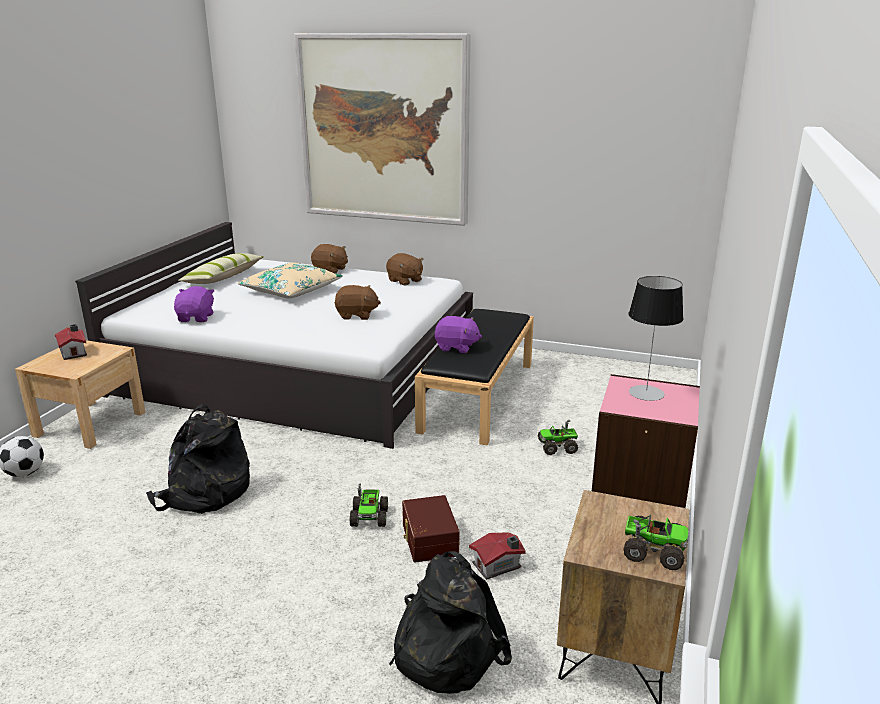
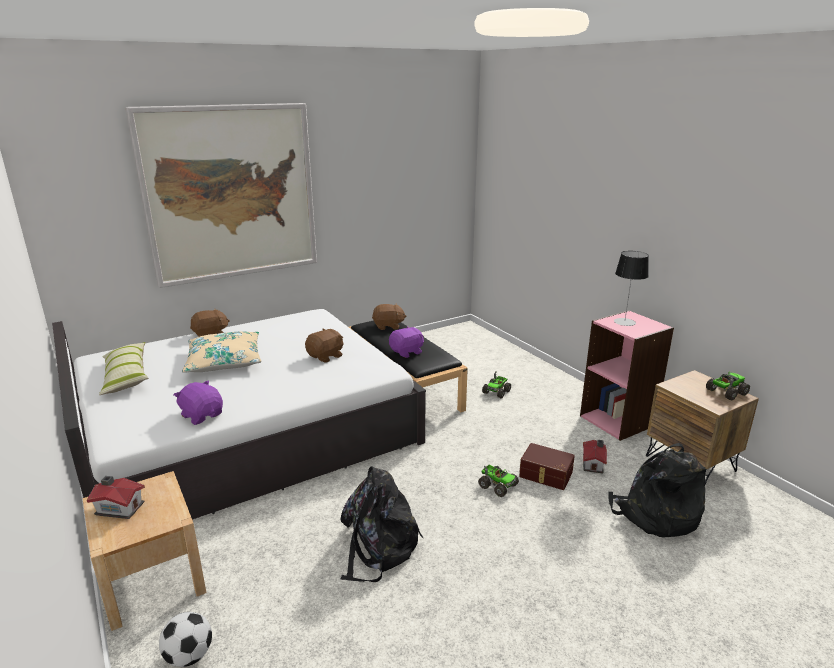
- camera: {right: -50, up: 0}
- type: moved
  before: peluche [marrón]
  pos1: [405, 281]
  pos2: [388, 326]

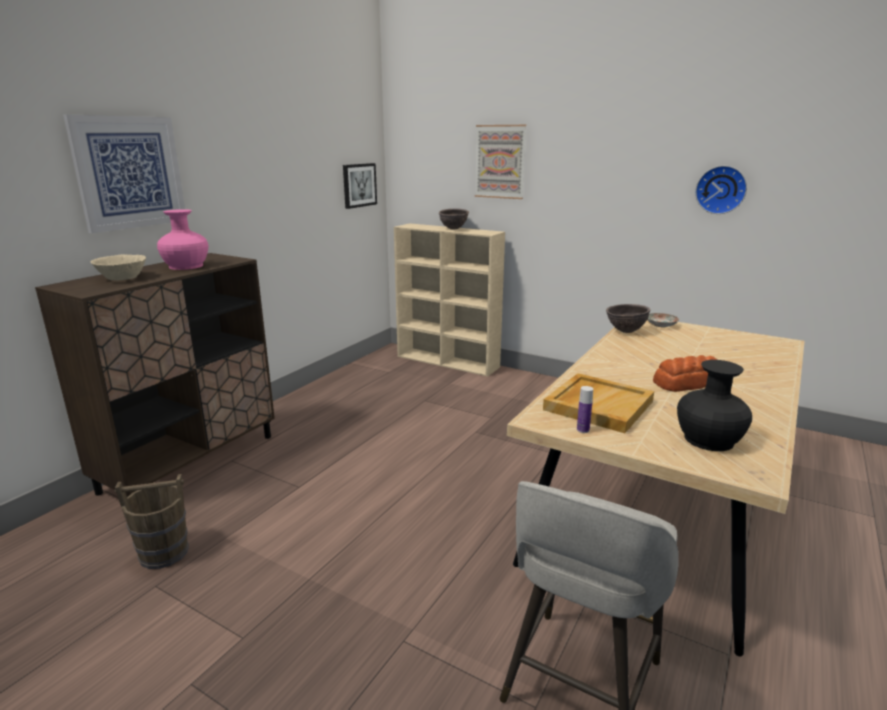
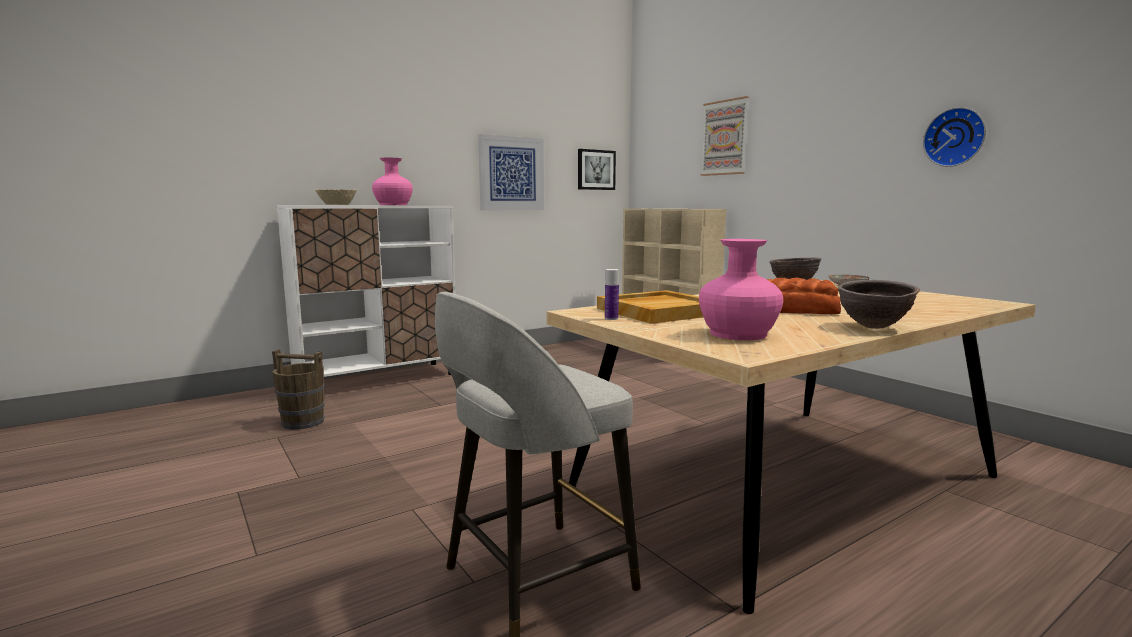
- camera: {right: 25, up: -10}
- type: moved
  before: cuadro
  pos1: [129, 172]
  pos2: [511, 173]
- type: moved
  before: cuenco [marrón]
  pos1: [453, 229]
  pos2: [873, 327]
- type: recoloured
  before: armario [marrón]
  after: armario [blanco]
  pos1: [191, 462]
  pos2: [378, 379]
- type: recoloured
  before: florero [negro]
  after: florero [rosa]
  pos1: [708, 439]
  pos2: [738, 334]

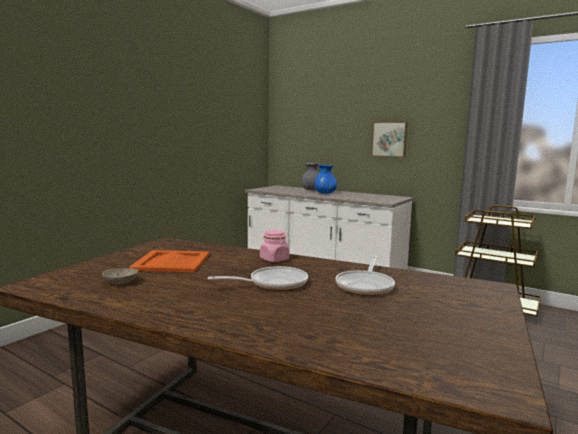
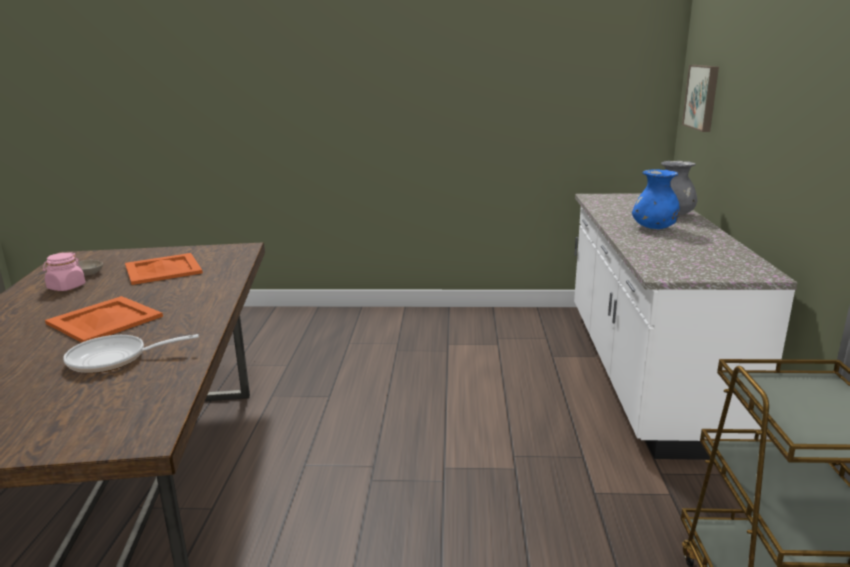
- camera: {right: 60, up: 10}
- type: moved
  before: cuadro
  pos1: [389, 139]
  pos2: [703, 97]
- type: moved
  before: tarro [rosa]
  pos1: [274, 259]
  pos2: [66, 287]
- type: replaced
  before: sartén
  after: bandeja [naranja]
  pos1: [273, 283]
  pos2: [105, 319]

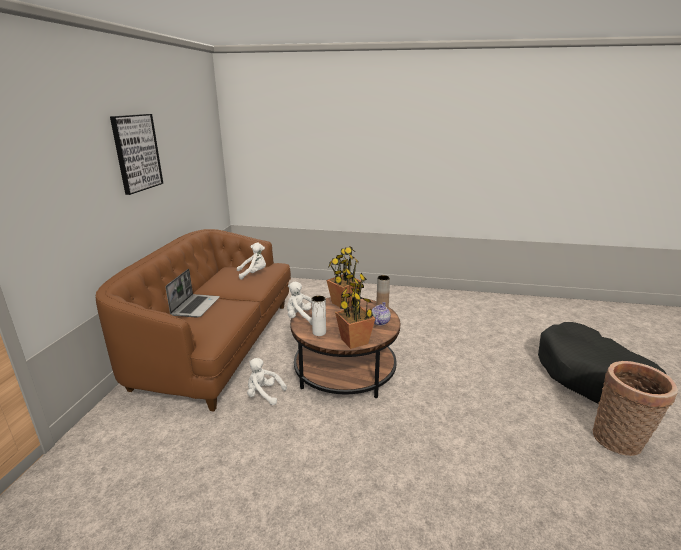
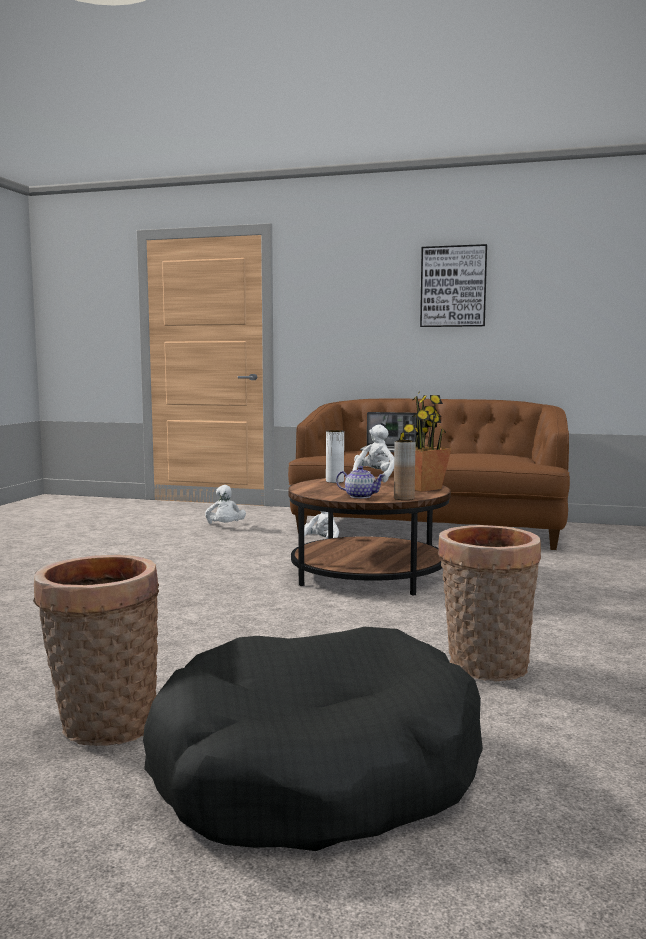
- camera: {right: 95, up: -15}
- type: moved
  before: peluche [blanco]
  pos1: [253, 273]
  pos2: [225, 527]
- type: removed
  before: planta en maceta
  pos1: [354, 341]
- type: added
  after: cesta
  pos2: [485, 669]

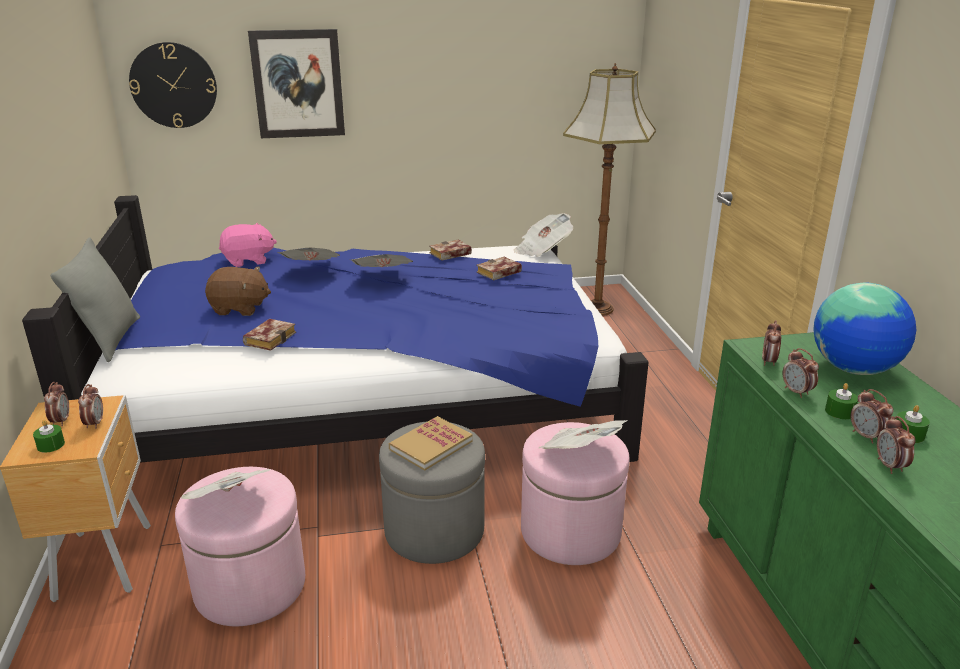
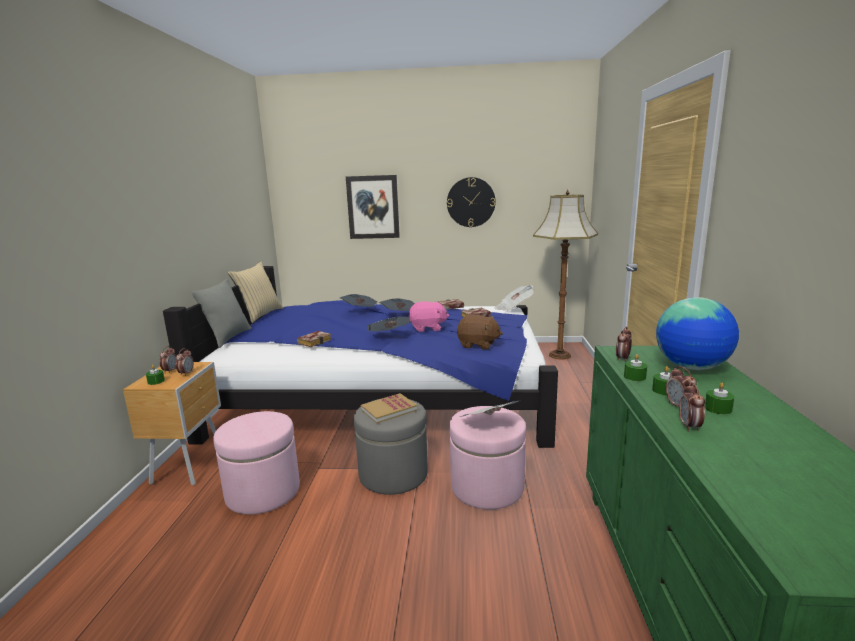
- camera: {right: 15, up: -10}
- type: moved
  before: reloj de pared
  pos1: [173, 85]
  pos2: [471, 202]
- type: moved
  before: peluche [rosa]
  pos1: [248, 260]
  pos2: [428, 328]
- type: moved
  before: peluche [marrón]
  pos1: [240, 308]
  pos2: [478, 345]
- type: replaced
  before: despertador
  after: vela [verde]
  pos1: [796, 392]
  pos2: [634, 377]
- type: moved
  before: periódico
  pos1: [229, 502]
  pos2: [389, 336]
- type: added
  after: cojín [beis]
  pos2: [260, 315]

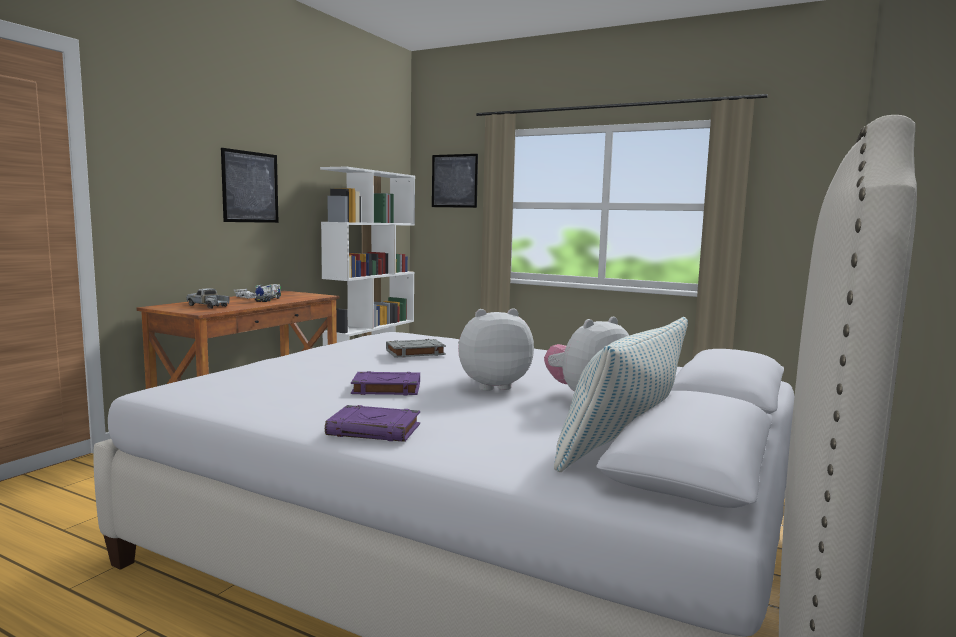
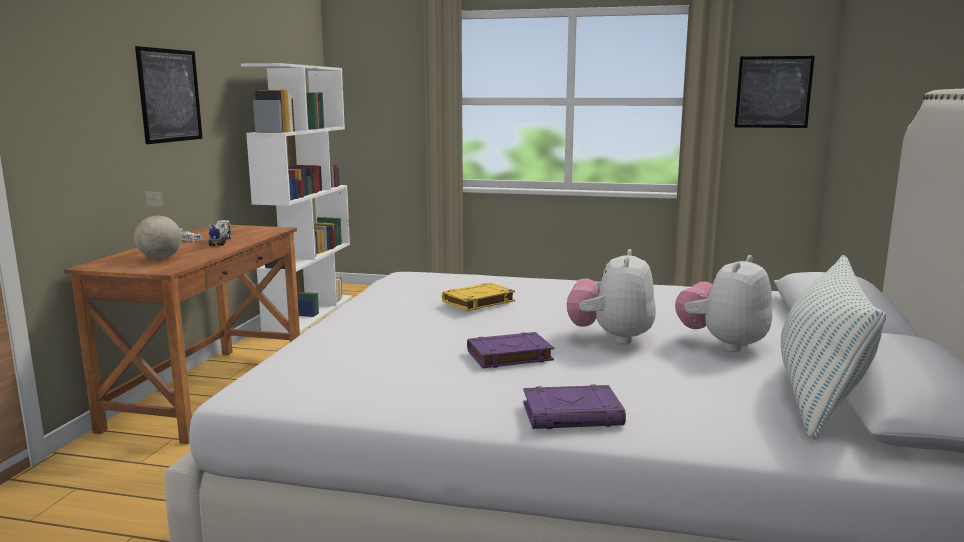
- camera: {right: -15, up: 5}
- type: moved
  before: cuadro
  pos1: [454, 181]
  pos2: [773, 92]
- type: replaced
  before: camión de juguete
  after: globo terráqueo
  pos1: [209, 306]
  pos2: [160, 258]
- type: turned
  before: peluche
  pos1: [492, 386]
  pos2: [611, 338]
  turn: -45
- type: recoloured
  before: libro [gris]
  after: libro [amarillo]
  pos1: [414, 352]
  pos2: [478, 302]

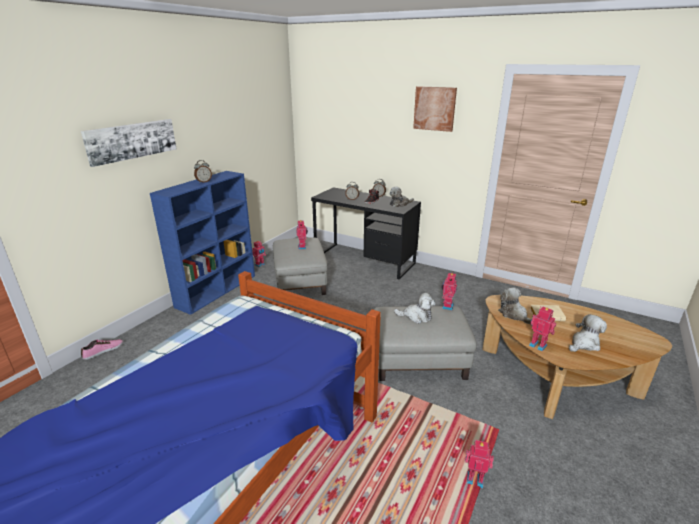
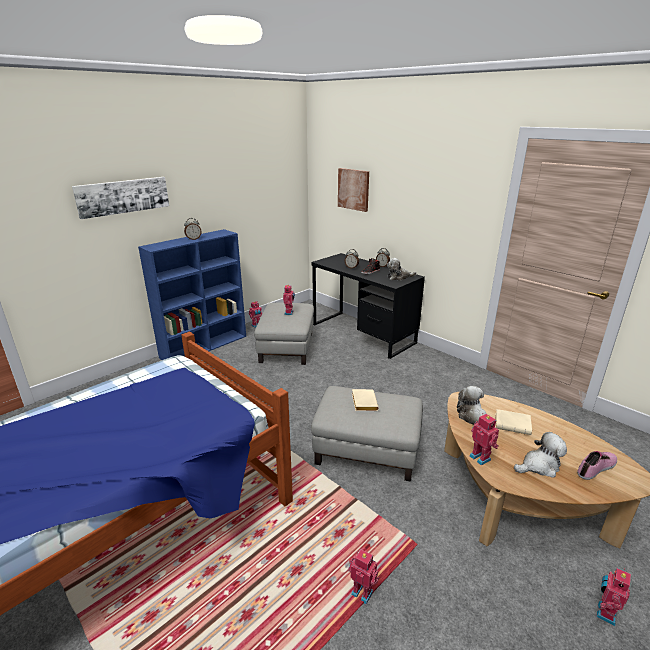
- camera: {right: 15, up: 0}
- type: moved
  before: cuadro
  pos1: [434, 108]
  pos2: [353, 189]
- type: moved
  before: robot de juguete
  pos1: [446, 306]
  pos2: [604, 612]
- type: replaced
  before: peluche
  after: libro [beis]
  pos1: [416, 316]
  pos2: [363, 402]
- type: moved
  before: zapato
  pos1: [103, 351]
  pos2: [596, 468]

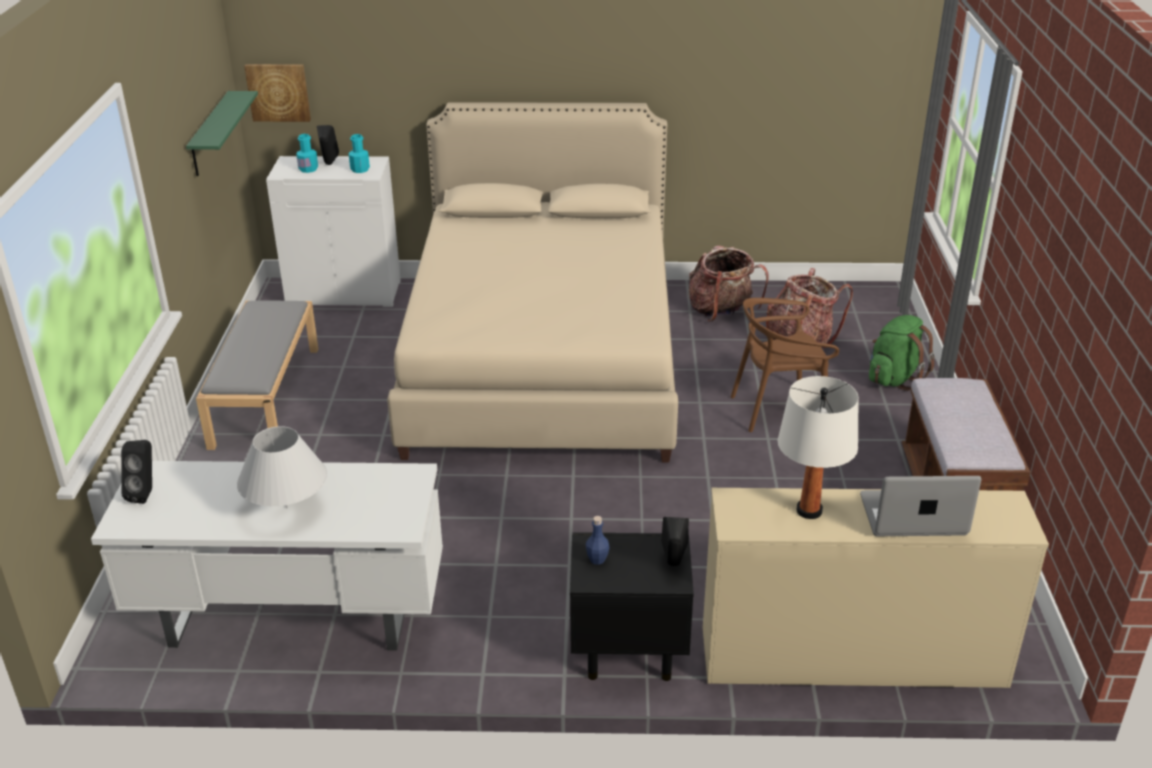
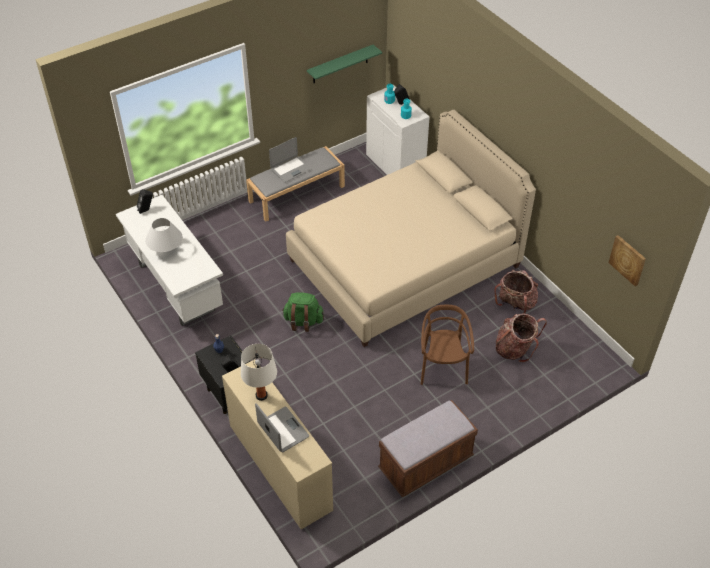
- camera: {right: 55, up: 15}
- type: moved
  before: cuadro
  pos1: [278, 92]
  pos2: [628, 260]
- type: turned
  before: silla [marrón]
  pos1: [778, 410]
  pos2: [442, 367]
  turn: 45
- type: moved
  before: mochila [verde]
  pos1: [894, 378]
  pos2: [303, 321]
- type: added
  after: portátil
  pos2: [290, 169]

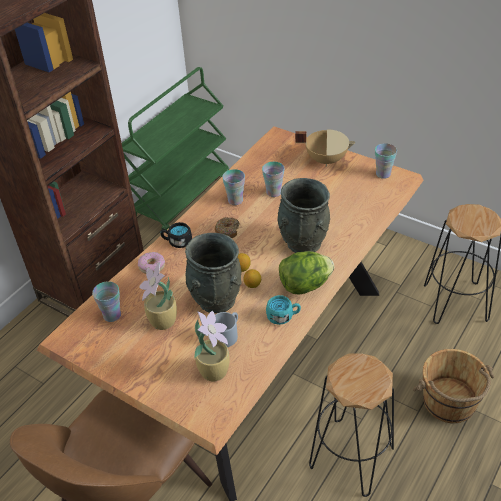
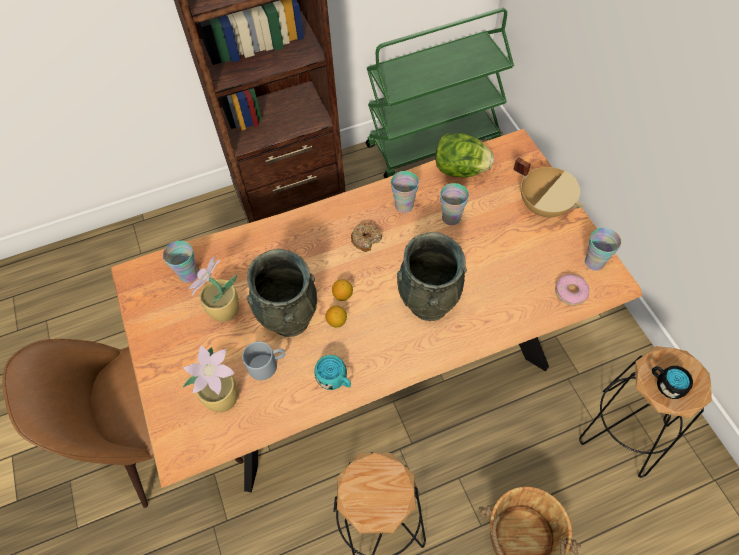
- camera: {right: 35, up: 15}
- type: moved
  before: taza grande [negro]
  pos1: [177, 242]
  pos2: [666, 384]
- type: moved
  before: lechuga
  pos1: [305, 285]
  pos2: [460, 169]
- type: moved
  before: rosquilla
  pos1: [151, 266]
  pos2: [570, 292]

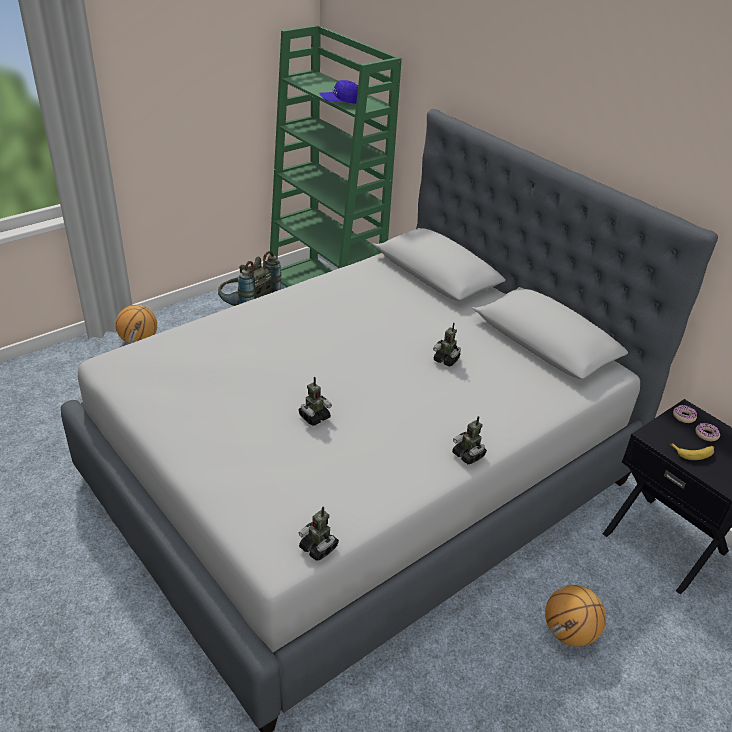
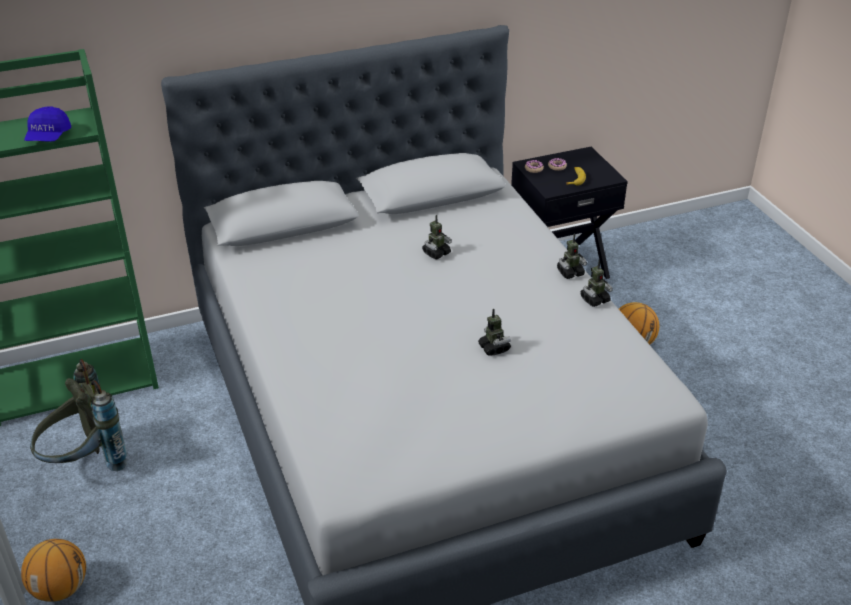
- camera: {right: -70, up: 0}
- type: moved
  before: robot de juguete
  pos1: [318, 547]
  pos2: [594, 300]

